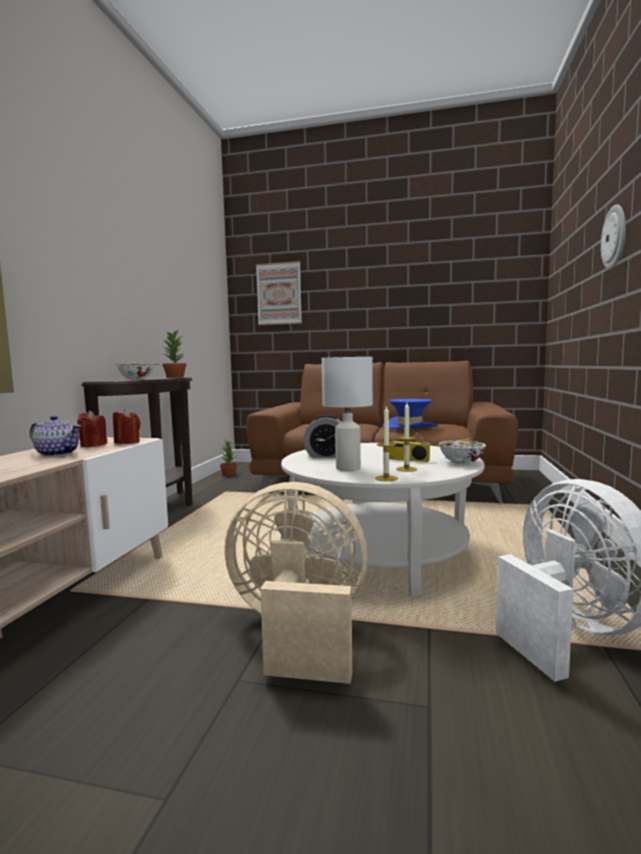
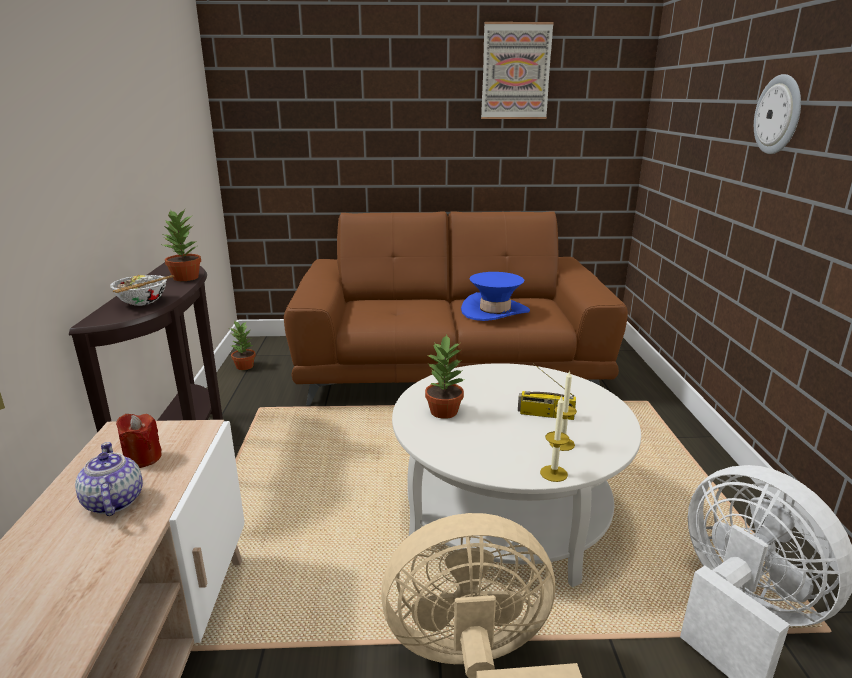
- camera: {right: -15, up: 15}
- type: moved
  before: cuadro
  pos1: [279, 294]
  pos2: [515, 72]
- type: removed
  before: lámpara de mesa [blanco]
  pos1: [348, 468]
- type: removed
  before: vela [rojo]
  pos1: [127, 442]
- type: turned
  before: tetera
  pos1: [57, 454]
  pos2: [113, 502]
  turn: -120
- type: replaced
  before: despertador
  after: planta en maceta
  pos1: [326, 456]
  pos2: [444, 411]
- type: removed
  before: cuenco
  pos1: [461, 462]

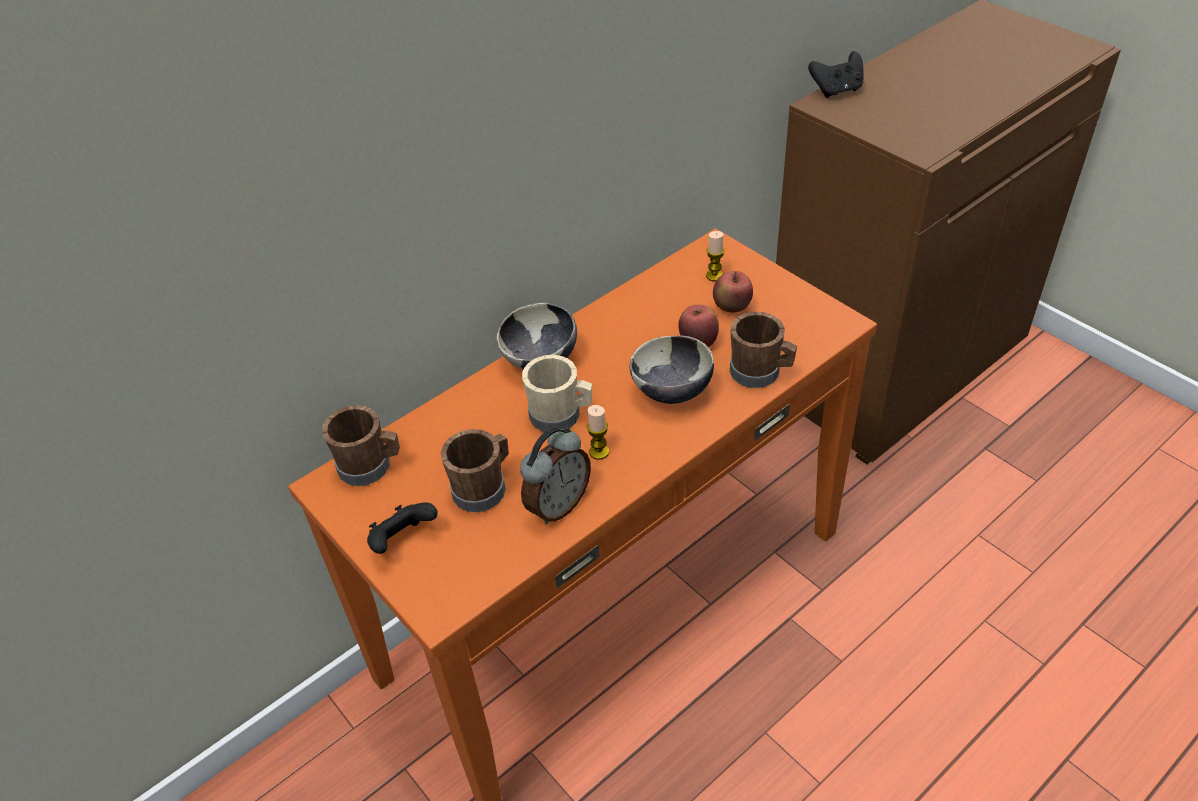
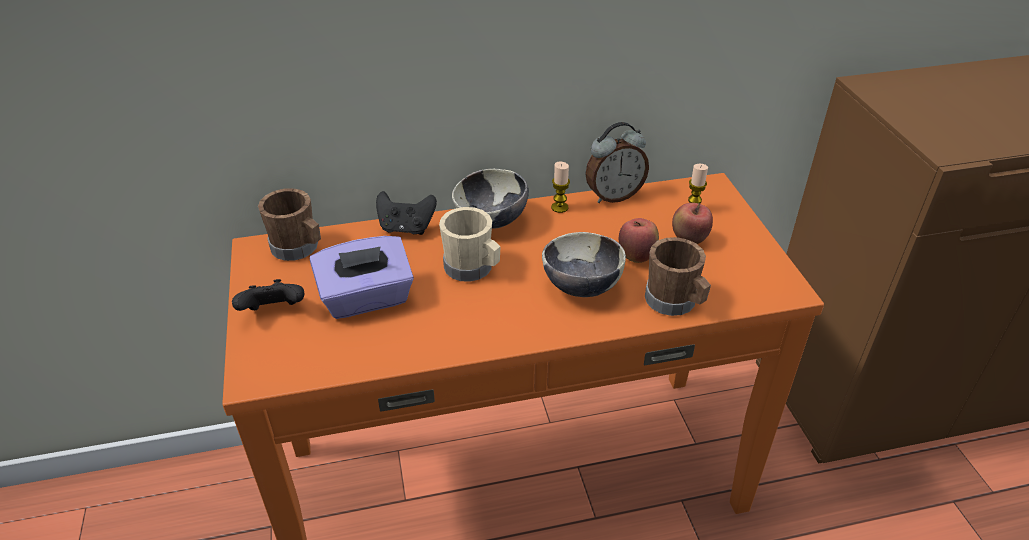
- camera: {right: 25, up: -5}
- type: moved
  before: mando de consola [negro]
  pos1: [837, 90]
  pos2: [406, 228]
- type: moved
  before: vela
  pos1: [599, 452]
  pos2: [559, 207]
- type: moved
  before: despertador
  pos1: [557, 505]
  pos2: [613, 196]
- type: replaced
  before: taza grande [marrón]
  after: caja de pañuelos [morado]
  pos1: [484, 487]
  pos2: [367, 299]

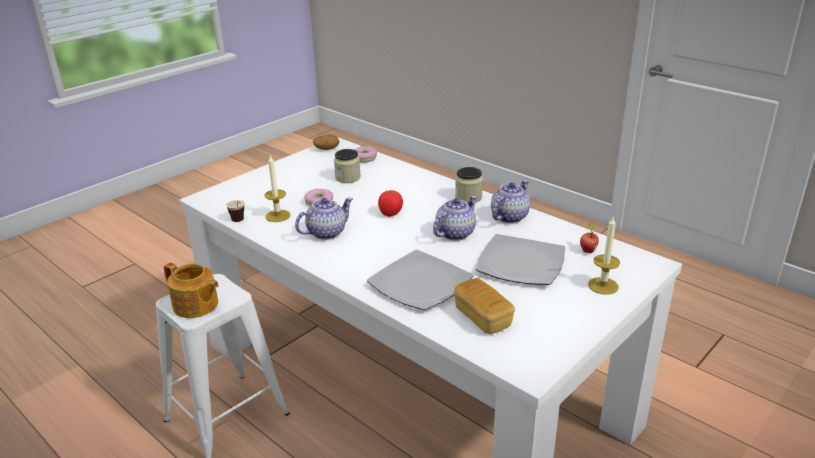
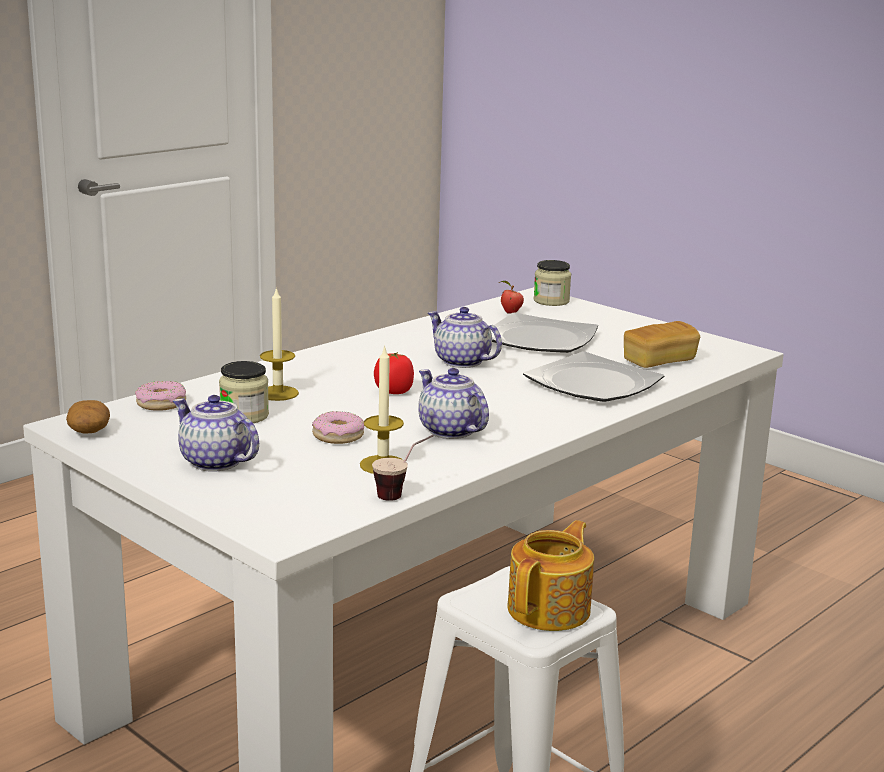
- camera: {right: -90, up: -10}
- type: moved
  before: tarro
  pos1: [468, 197]
  pos2: [551, 301]
- type: moved
  before: tetera
  pos1: [509, 216]
  pos2: [214, 462]
- type: moved
  before: vela
  pos1: [603, 286]
  pos2: [278, 393]

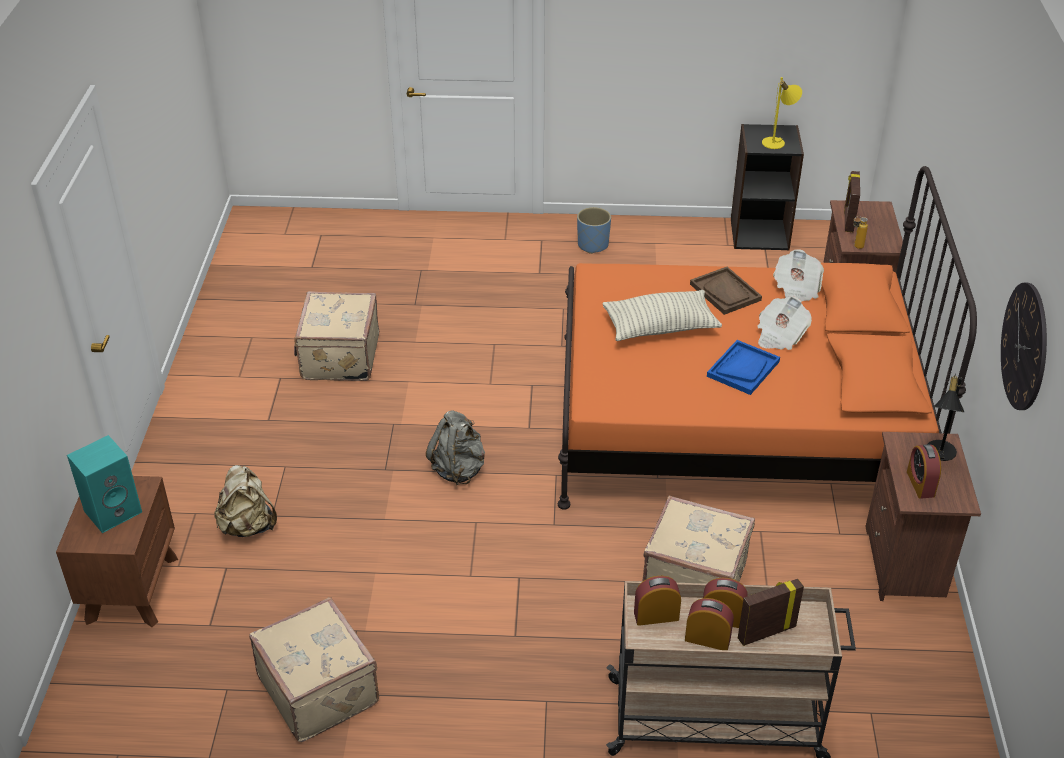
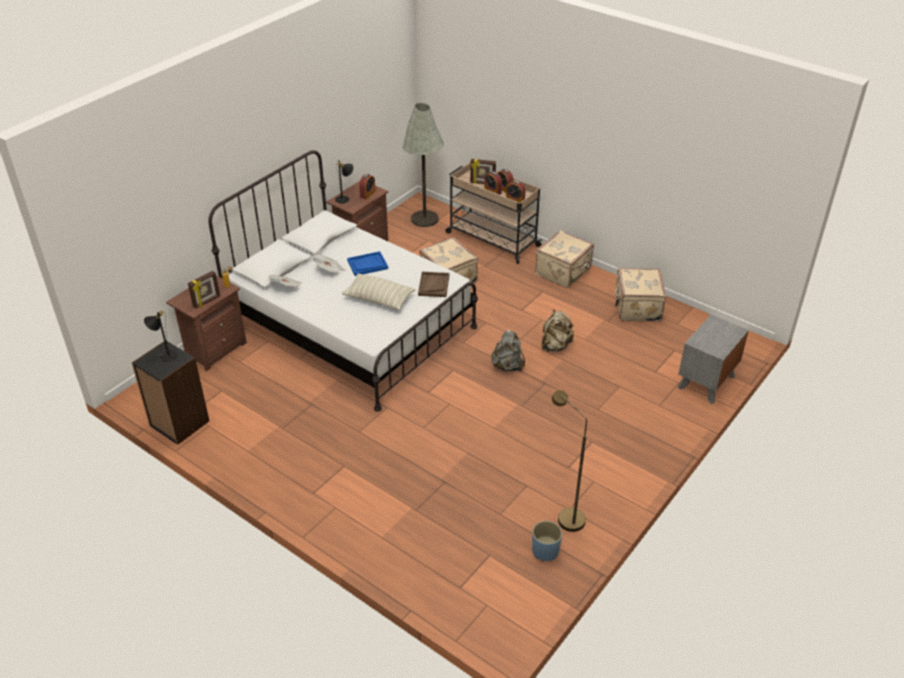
- camera: {right: -145, up: 0}
- type: recoloured
  before: lámpara de mesa [amarillo]
  after: lámpara de mesa [negro]
  pos1: [777, 142]
  pos2: [165, 355]
- type: recoloured
  before: cama [naranja]
  after: cama [blanco]
  pos1: [734, 421]
  pos2: [351, 326]
- type: moved
  before: maceta [azul]
  pos1: [593, 245]
  pos2: [545, 551]
- type: moved
  before: bandeja [marrón]
  pos1: [725, 292]
  pos2: [433, 285]
- type: removed
  before: reloj de pared
  pos1: [1024, 346]
- type: moved
  before: maleta [beis]
  pos1: [338, 357]
  pos2: [564, 272]
- type: removed
  before: altavoz [turquesa]
  pos1: [113, 510]
- type: moved
  before: mochila [beis]
  pos1: [248, 526]
  pos2: [555, 345]
- type: recoloured
  before: mesita de noche [marrón]
  after: mesita de noche [gris]
  pos1: [132, 588]
  pos2: [706, 382]
- type: added
  after: lámpara de pie [gris]
  pos2: [424, 219]
- type: added
  after: lámpara de pie [marrón]
  pos2: [565, 516]

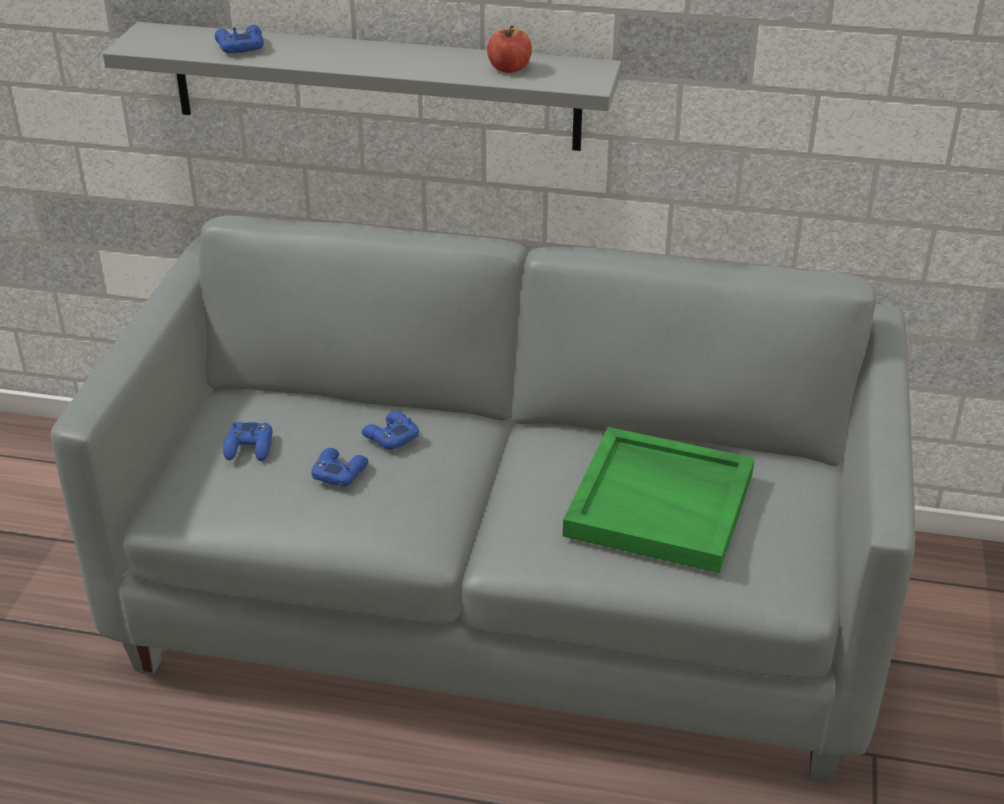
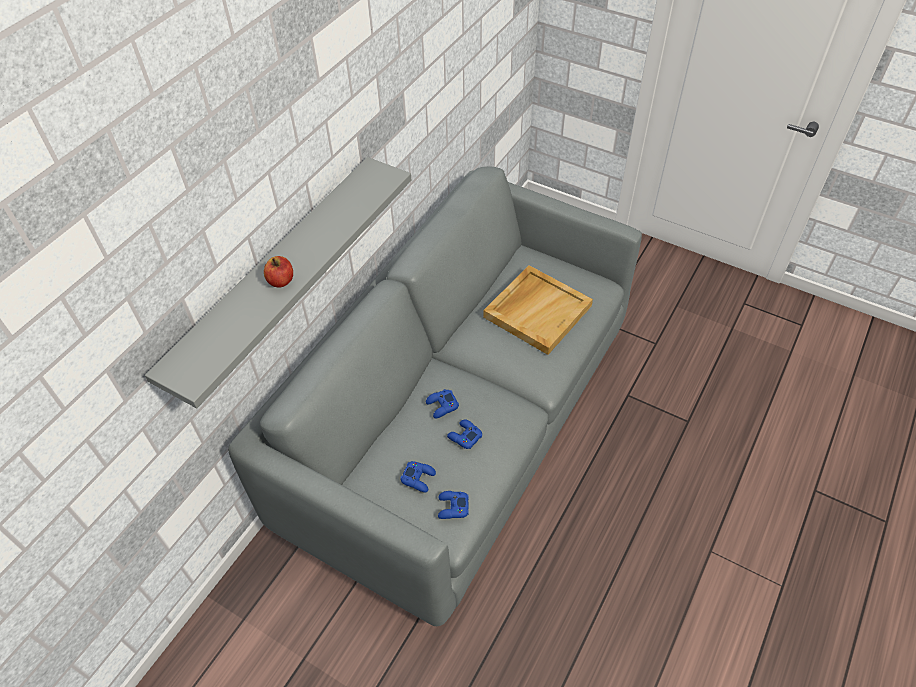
- camera: {right: -70, up: 15}
- type: moved
  before: mando de consola [azul]
  pos1: [240, 46]
  pos2: [452, 507]
- type: moved
  before: manzana
  pos1: [509, 68]
  pos2: [281, 281]
- type: recoloured
  before: bandeja [verde]
  after: bandeja [beis]
  pos1: [662, 504]
  pos2: [537, 311]

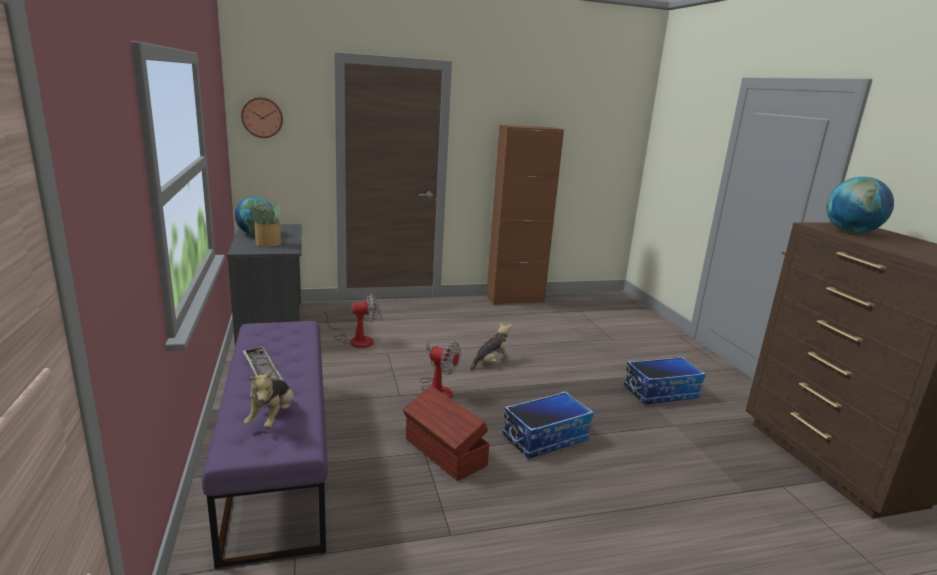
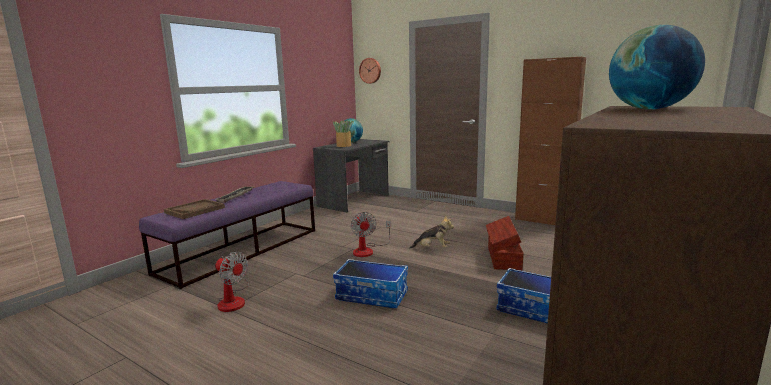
- camera: {right: 50, up: -5}
- type: moved
  before: ventilador
  pos1: [355, 340]
  pos2: [233, 300]
- type: replaced
  before: peluche
  after: bandeja [marrón]
  pos1: [272, 418]
  pos2: [195, 210]
- type: moved
  before: caja de almacenaje [marrón]
  pos1: [444, 453]
  pos2: [503, 258]

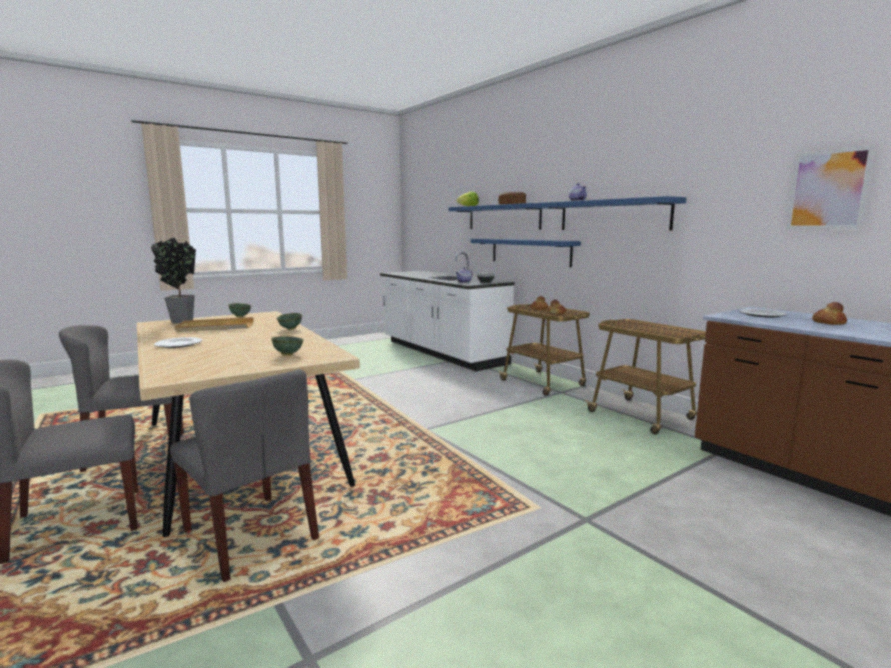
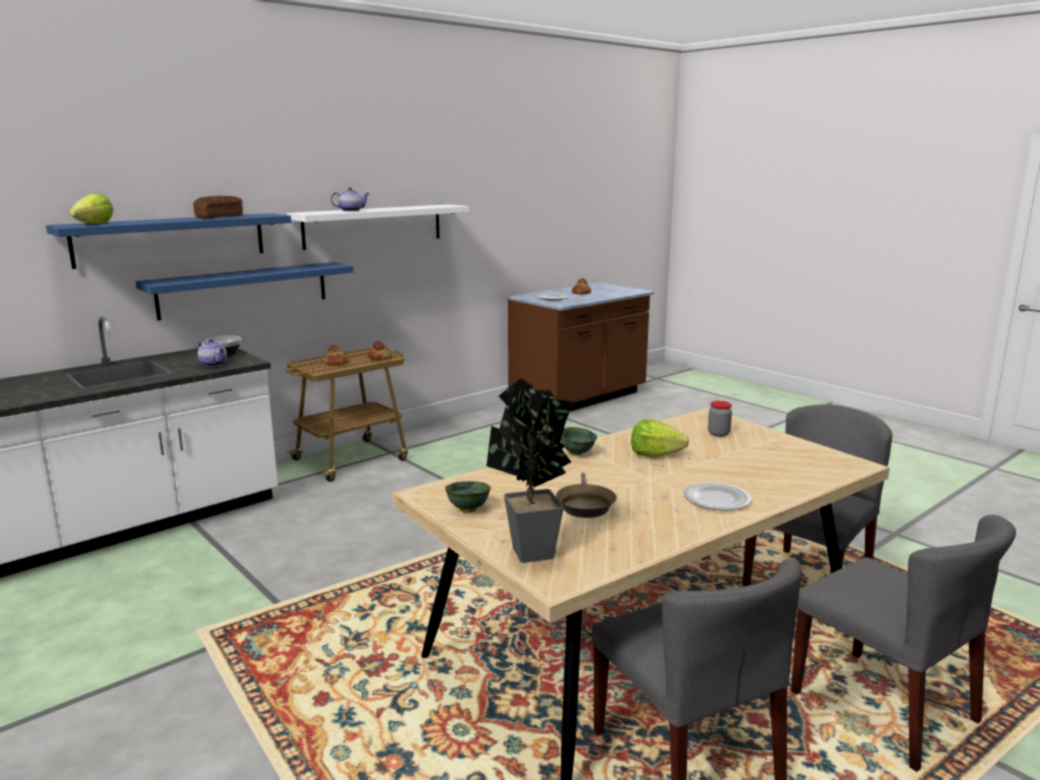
- camera: {right: -95, up: 5}
- type: removed
  before: cuadro
  pos1: [828, 190]
- type: recoloured
  before: estante [azul]
  after: estante [blanco]
  pos1: [612, 215]
  pos2: [374, 226]
- type: replaced
  before: bandeja [beis]
  after: sartén [marrón]
  pos1: [215, 327]
  pos2: [584, 505]
- type: removed
  before: carrito
  pos1: [642, 416]
- type: replaced
  before: cuenco [verde]
  after: tarro
  pos1: [287, 354]
  pos2: [718, 433]
- type: added
  after: lechuga
  pos2: [655, 454]

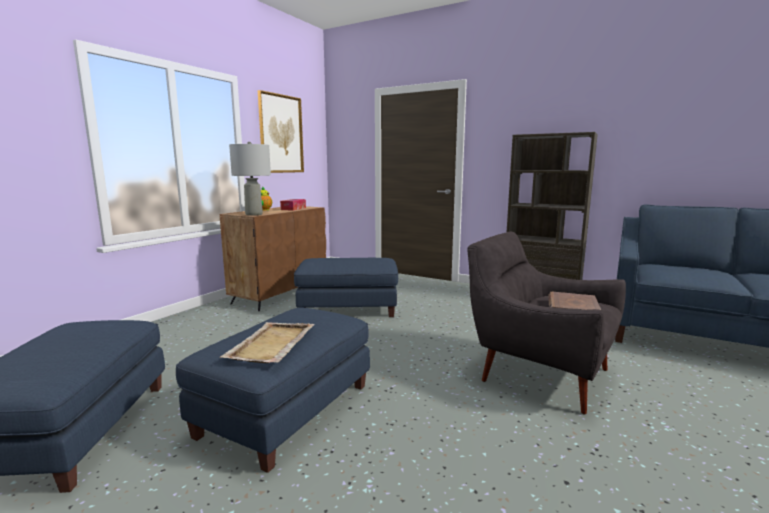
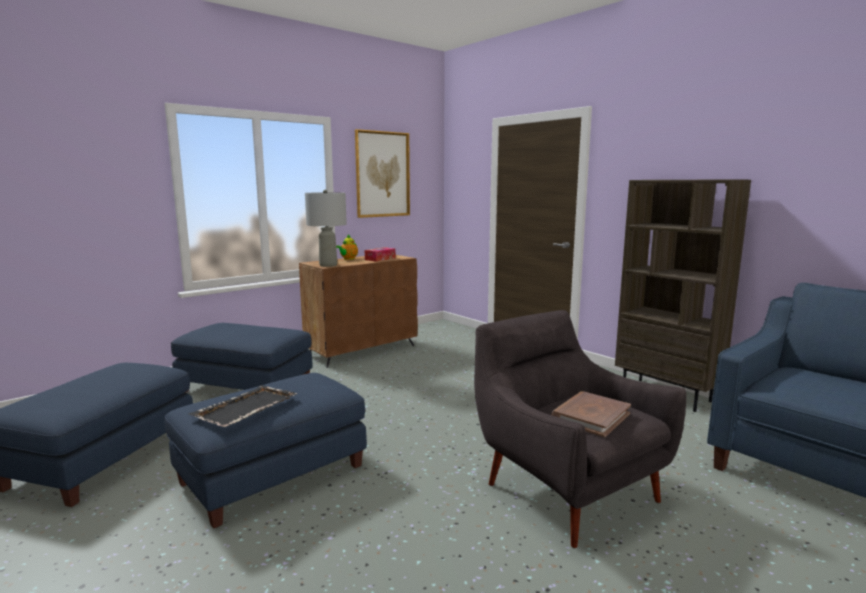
- camera: {right: 20, up: 0}
- type: moved
  before: puf [azul]
  pos1: [349, 308]
  pos2: [247, 387]
- type: recoloured
  before: bandeja [beis]
  after: bandeja [negro]
  pos1: [271, 345]
  pos2: [245, 408]

